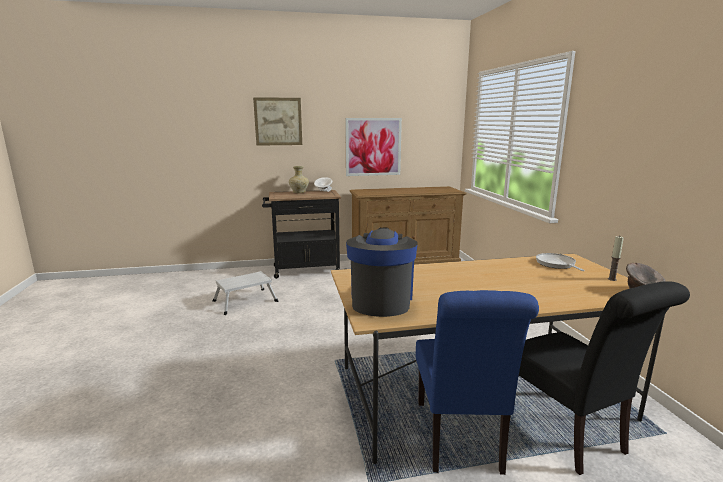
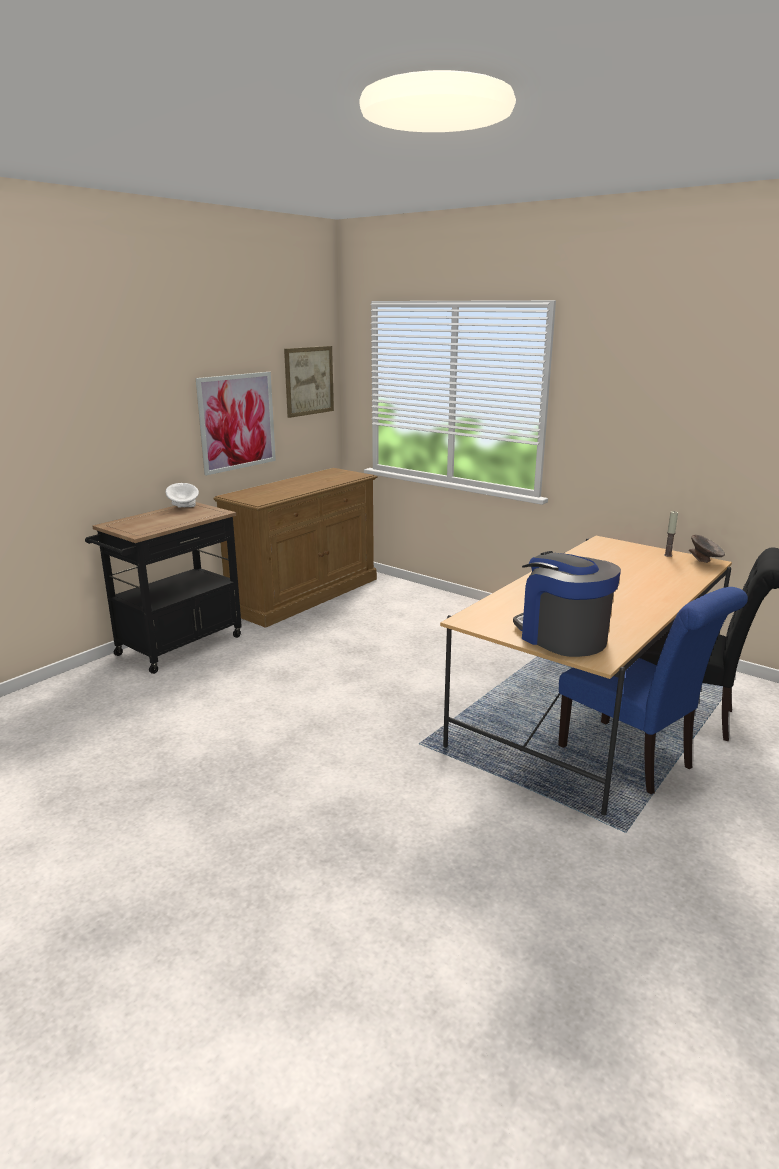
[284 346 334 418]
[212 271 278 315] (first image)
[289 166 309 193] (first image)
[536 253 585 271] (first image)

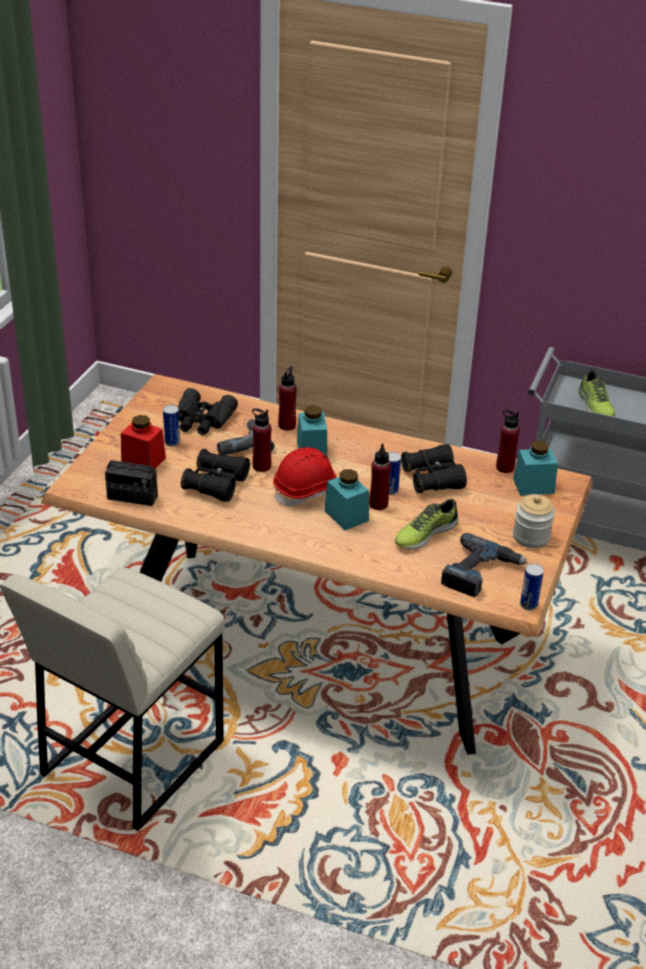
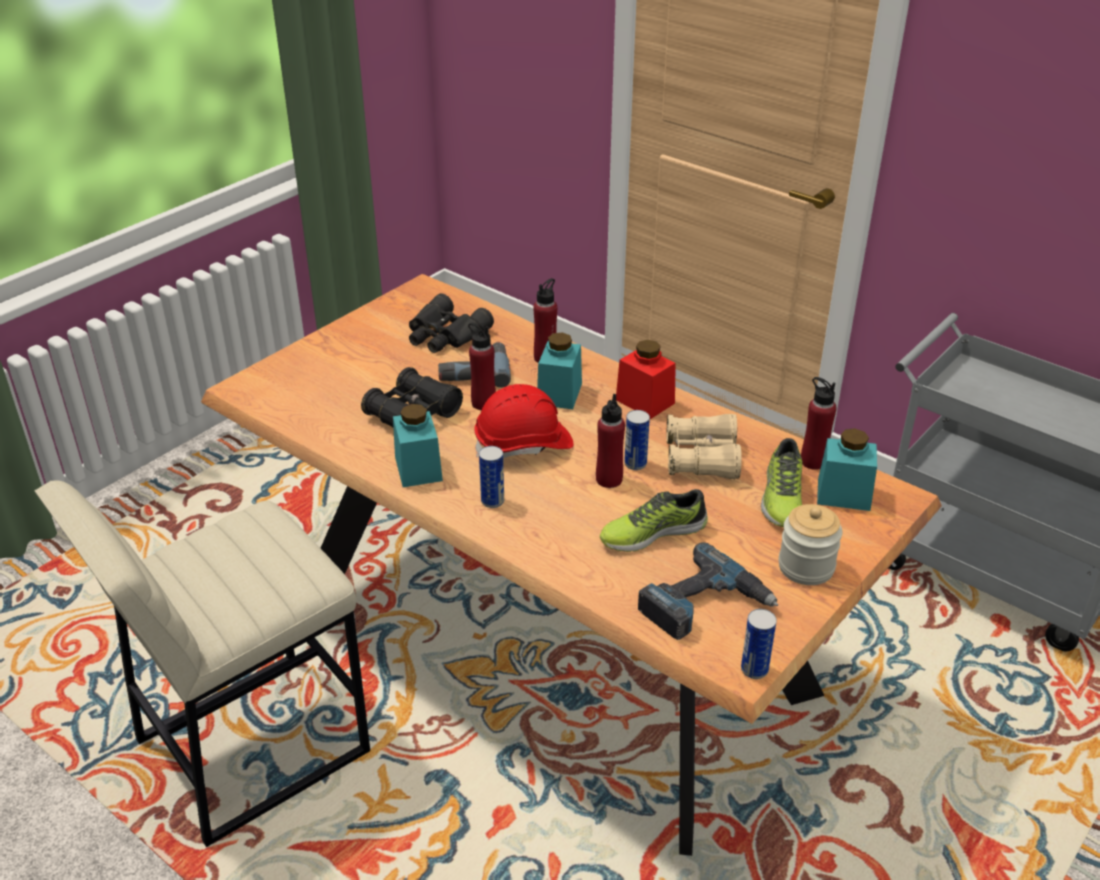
[393 404 443 487]
[479 446 504 508]
[616 340 676 419]
[667 414 742 479]
[761 438 803 527]
[105 446 158 506] (first image)

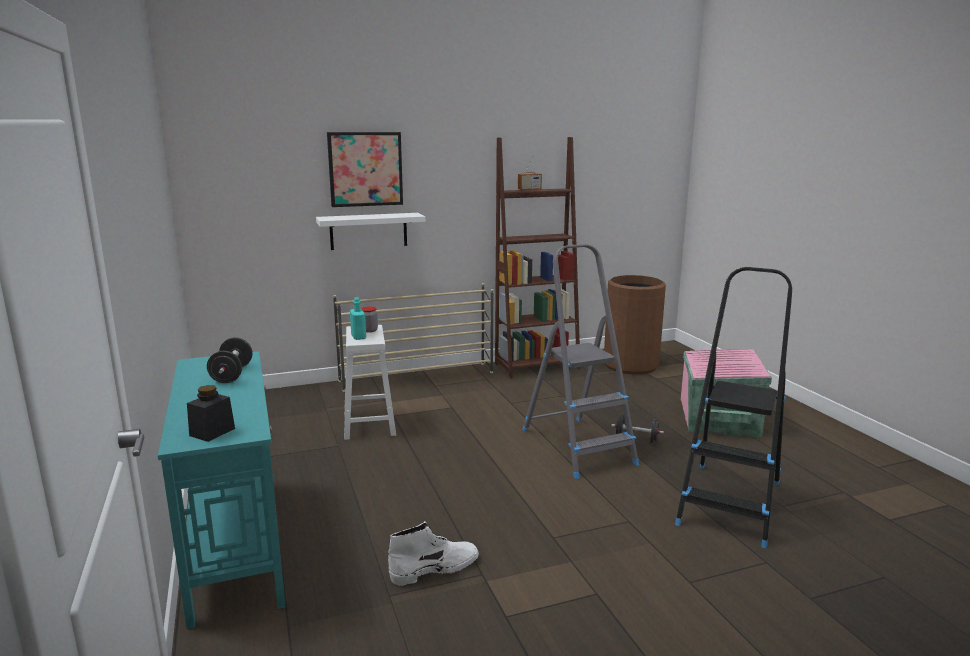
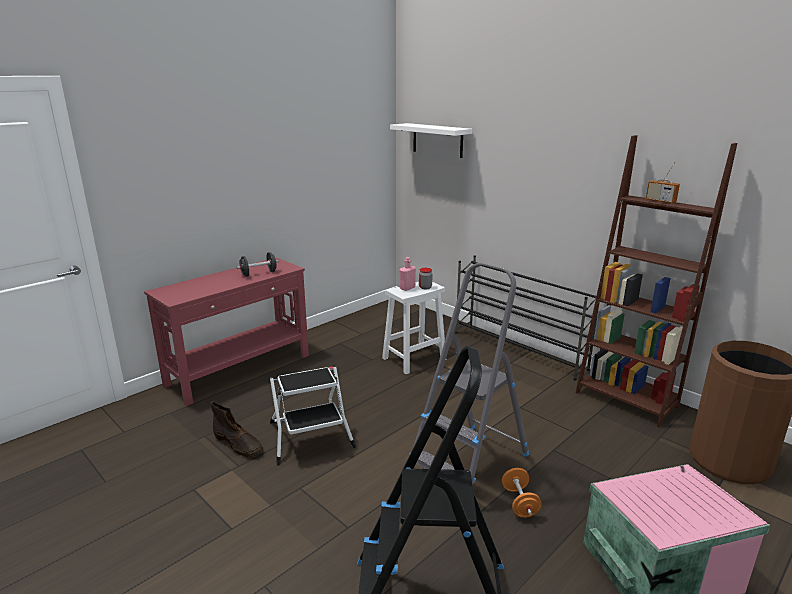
[144 258 309 406]
[211 402 264 457]
[270 365 356 466]
[390 123 472 158]
[399 257 416 291]
[455 256 599 381]
[502 468 541 518]
[187 385 235 442] (first image)
[327 132 403 207] (first image)

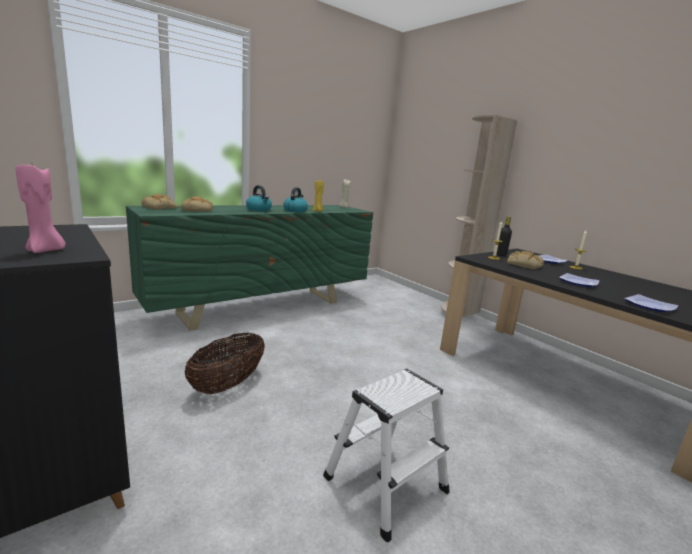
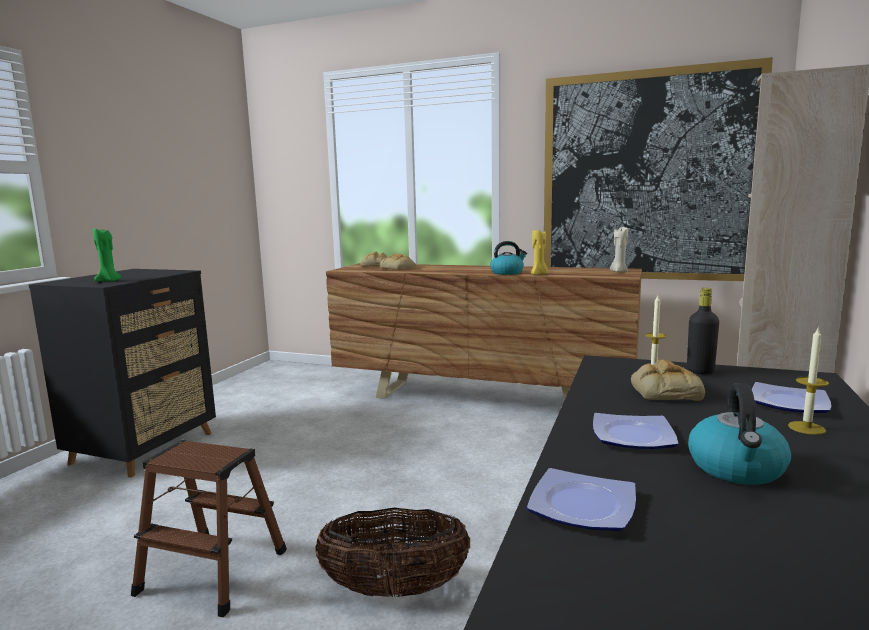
[93 229 122 281]
[131 440 287 617]
[315 508 470 597]
[326 263 642 399]
[544 57 773 281]
[688 383 791 485]

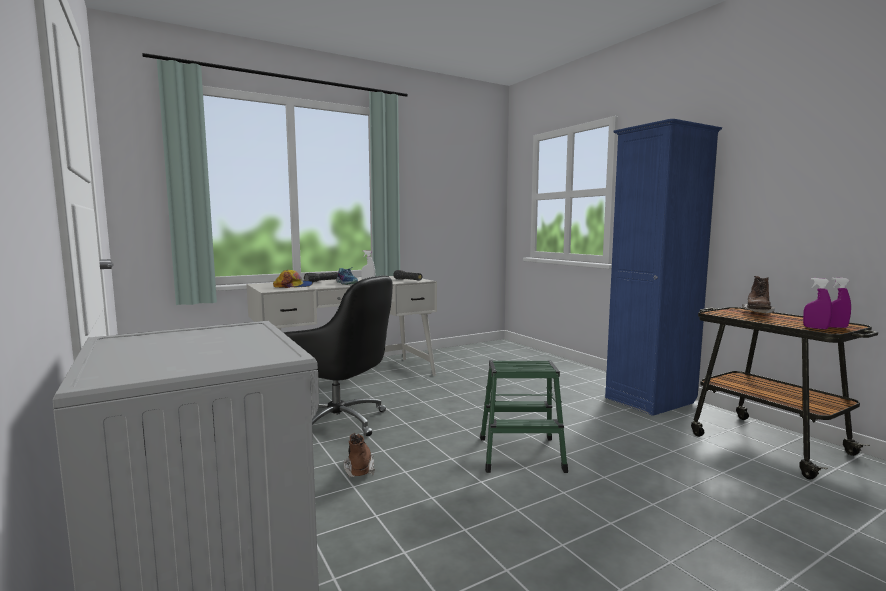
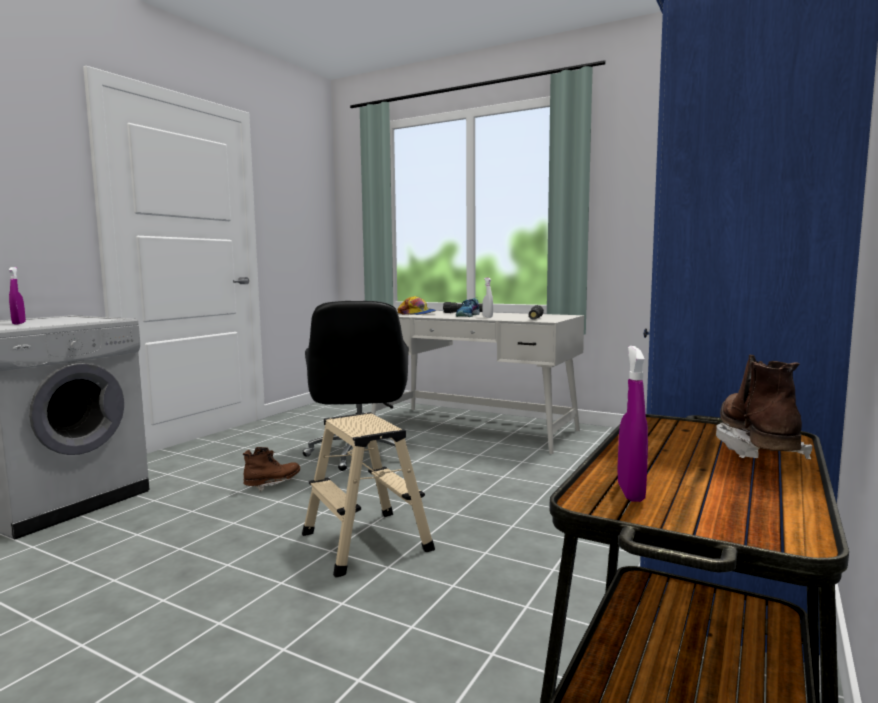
[9 267 26 324]
[302 412 435 577]
[716 355 812 459]

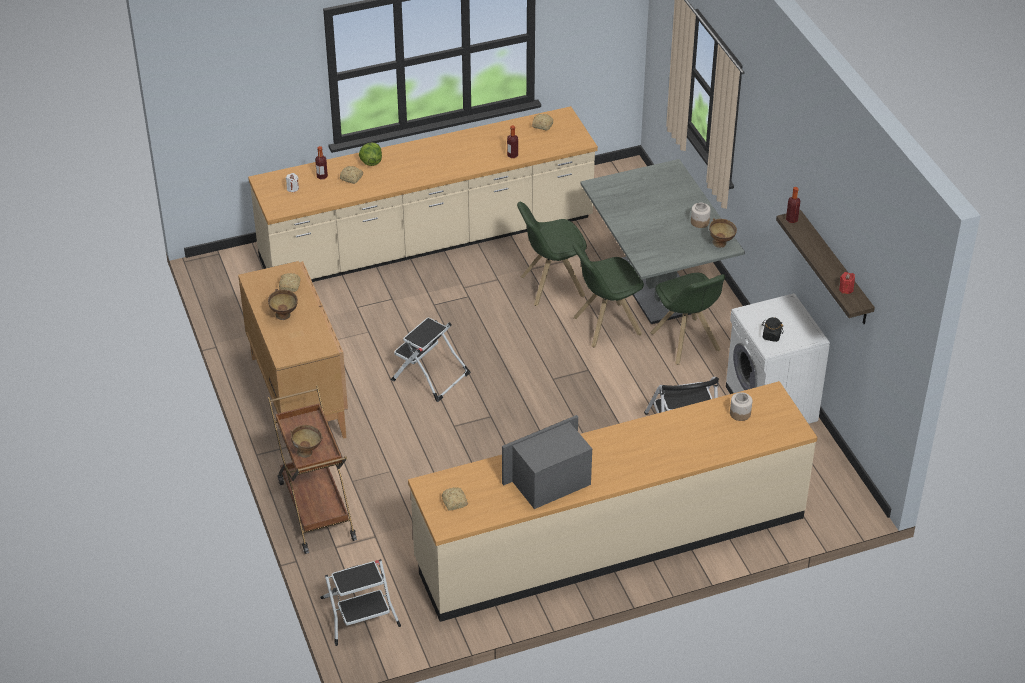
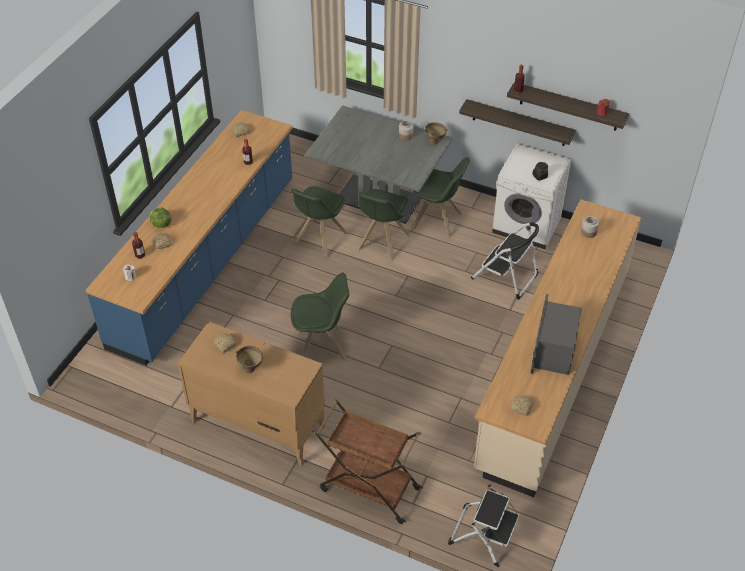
[86 110 292 366]
[291 273 349 360]
[459 99 576 146]
[290 425 323 458] (first image)

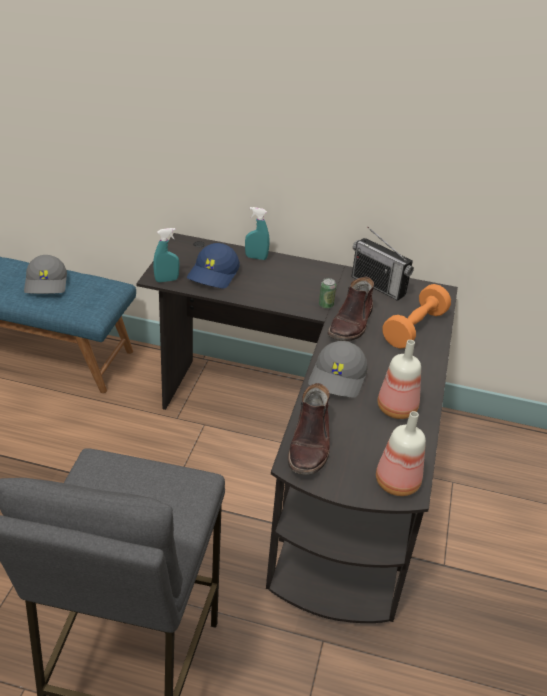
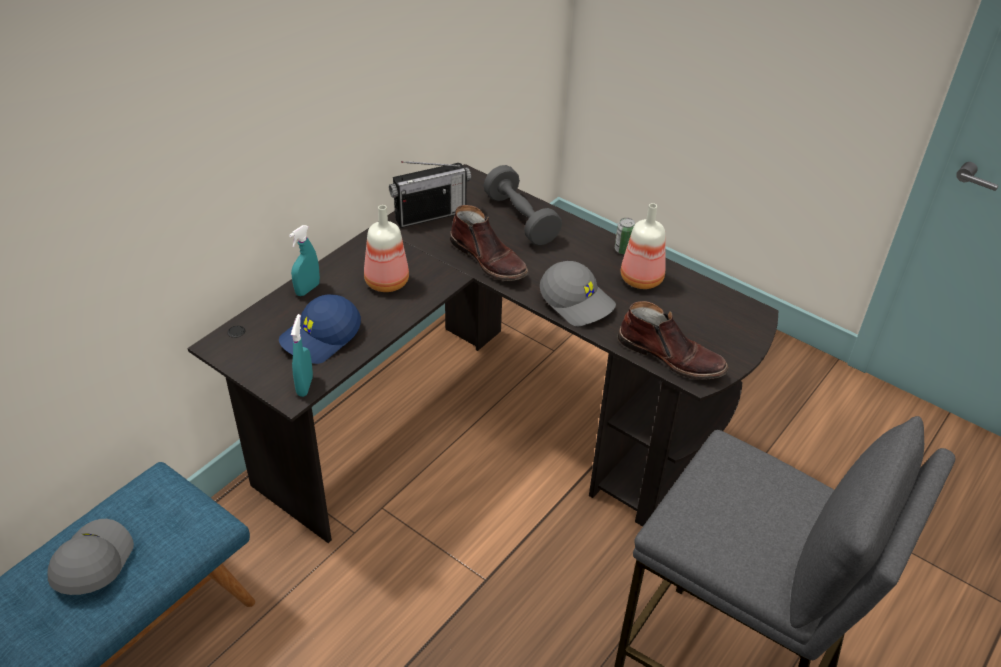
[48 519 134 595]
[279 295 361 364]
[364 205 409 292]
[483 165 562 246]
[615 218 635 254]

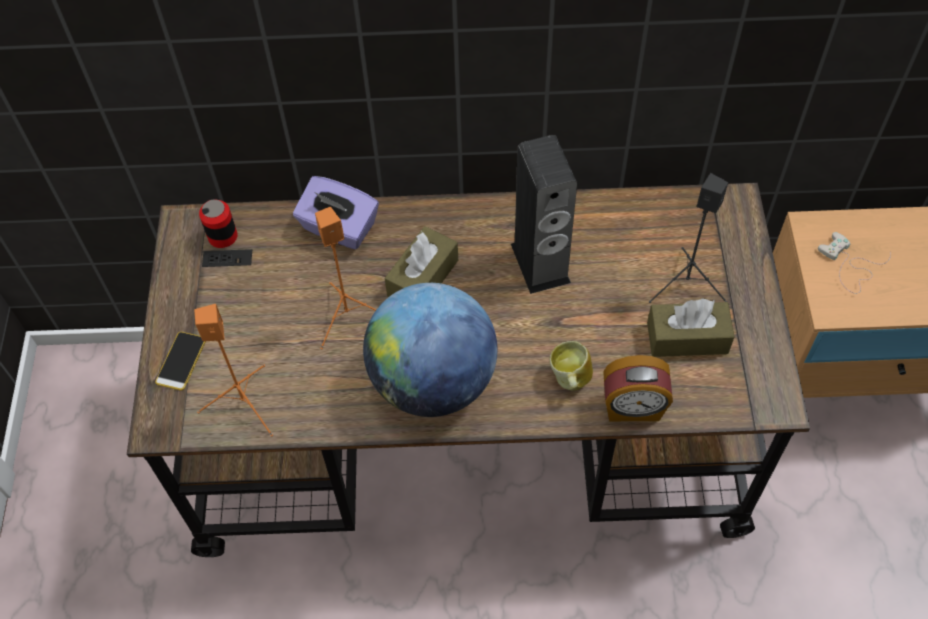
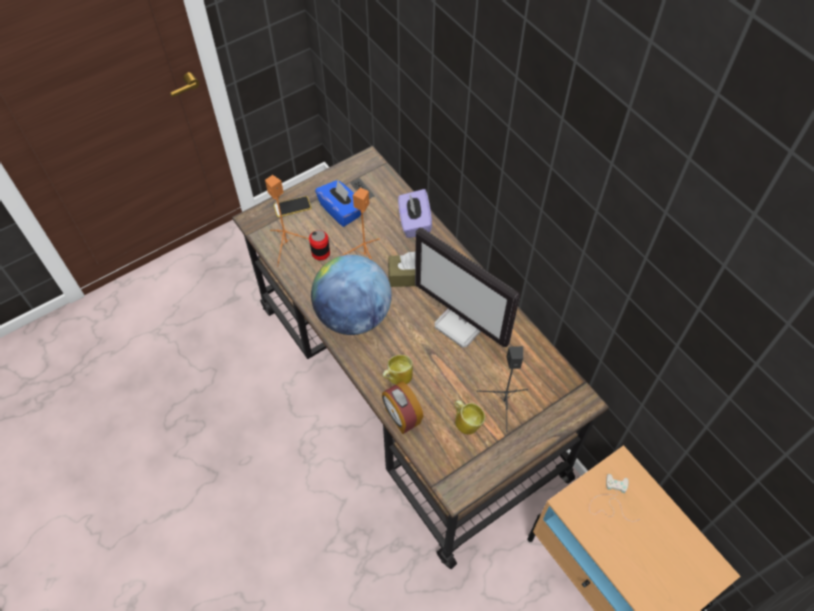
[309 230 330 260]
[315 180 361 227]
[415 228 520 347]
[454 400 486 435]

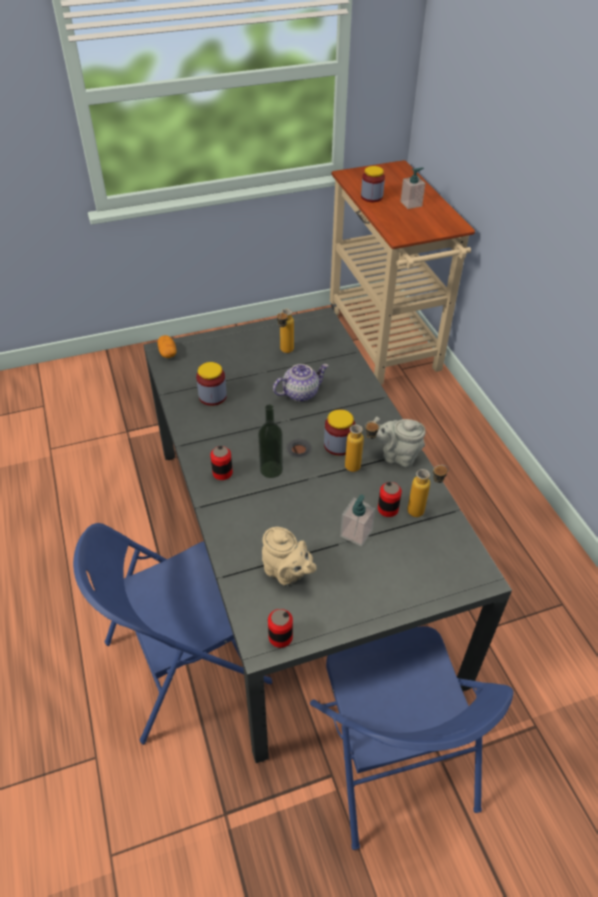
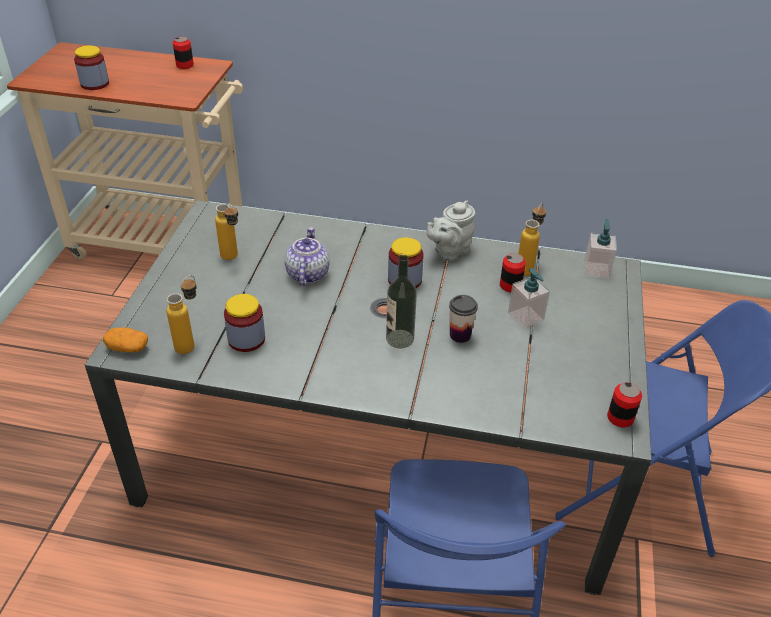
[166 275 197 354]
[173 37 194 69]
[449 295 478 343]
[584 219 617 279]
[262 527 316 586] (first image)

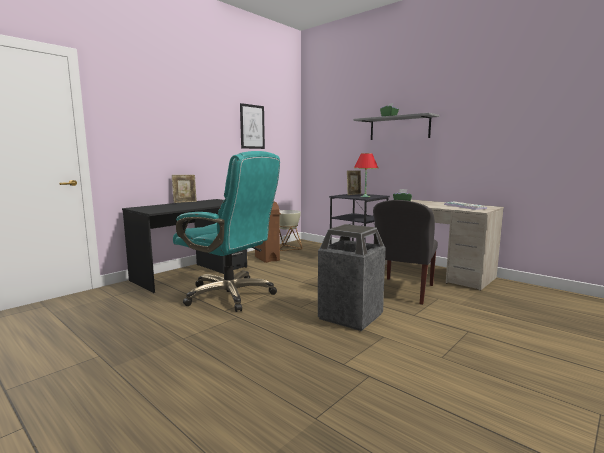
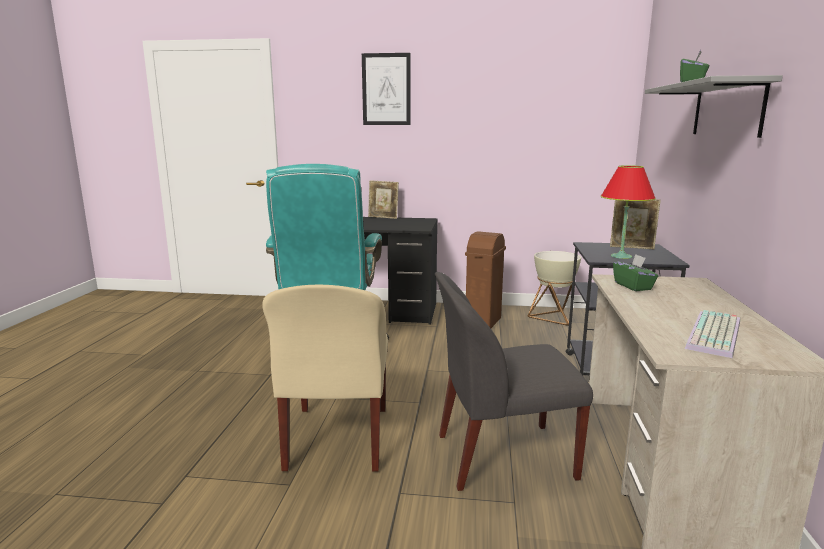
[262 285 388 472]
[362 53 411 125]

